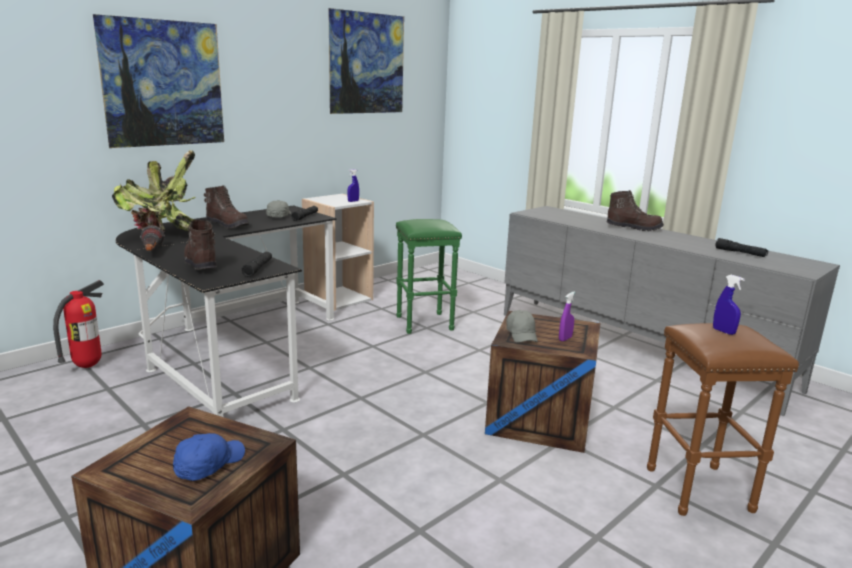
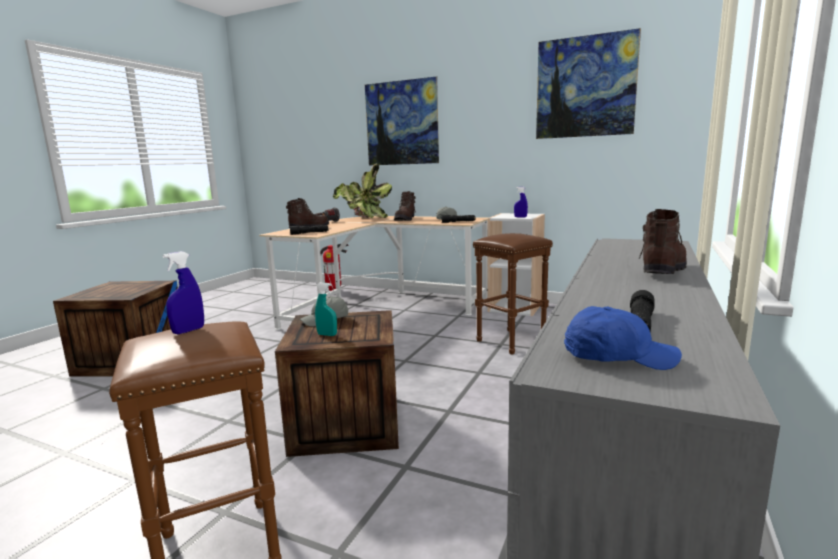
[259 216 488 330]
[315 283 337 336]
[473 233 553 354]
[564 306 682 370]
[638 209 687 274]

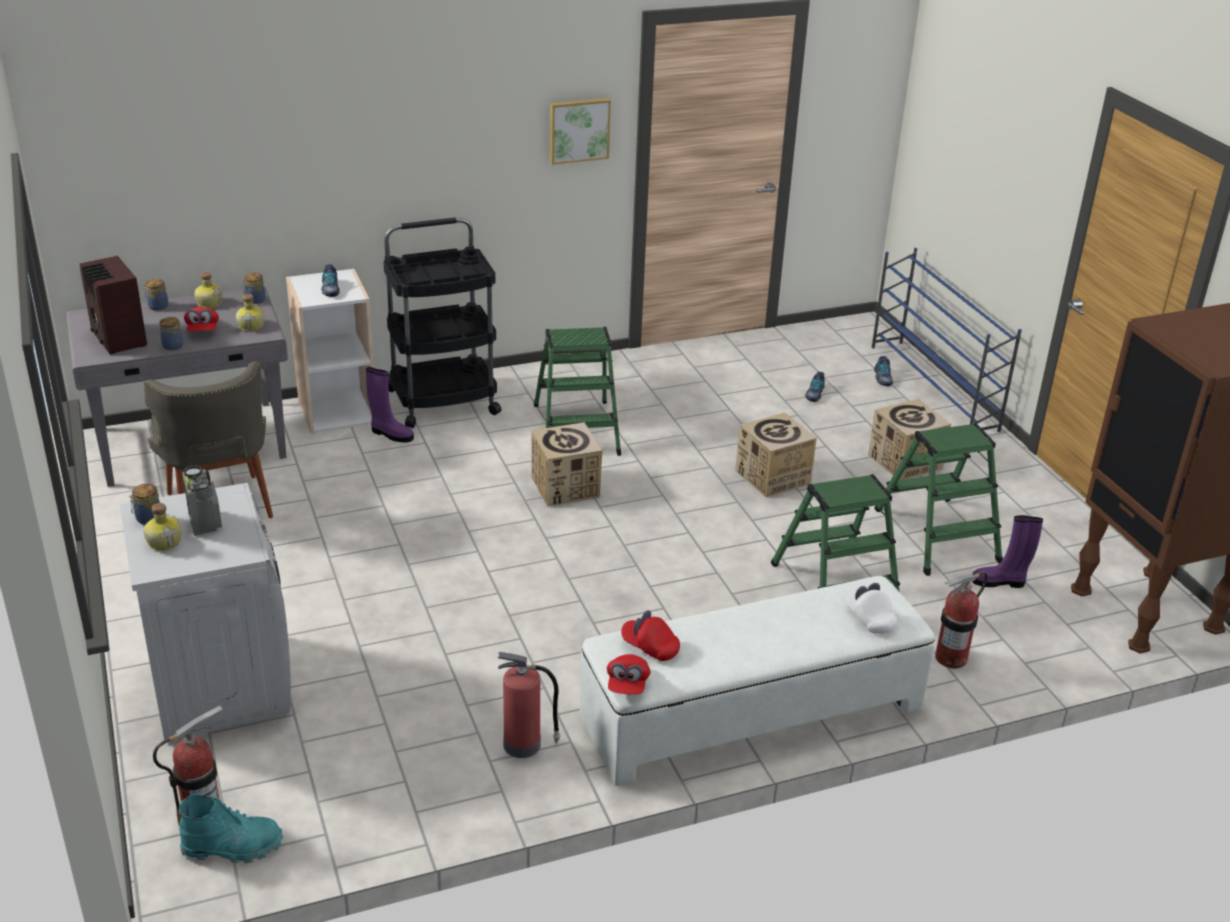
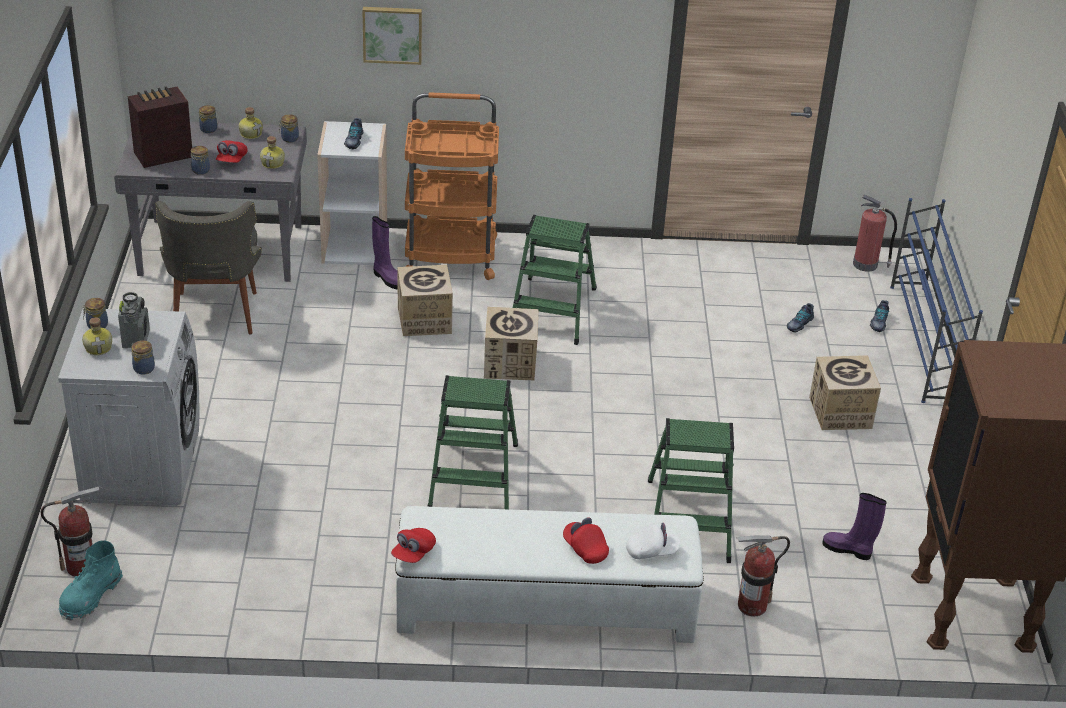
[59 540 123 621]
[128 86 192 168]
[131 340 155 375]
[362 7 422 65]
[397 265 453 336]
[405 92 499 280]
[427 375 518 509]
[563 517 609 564]
[626 523 680 559]
[853 195 897 272]

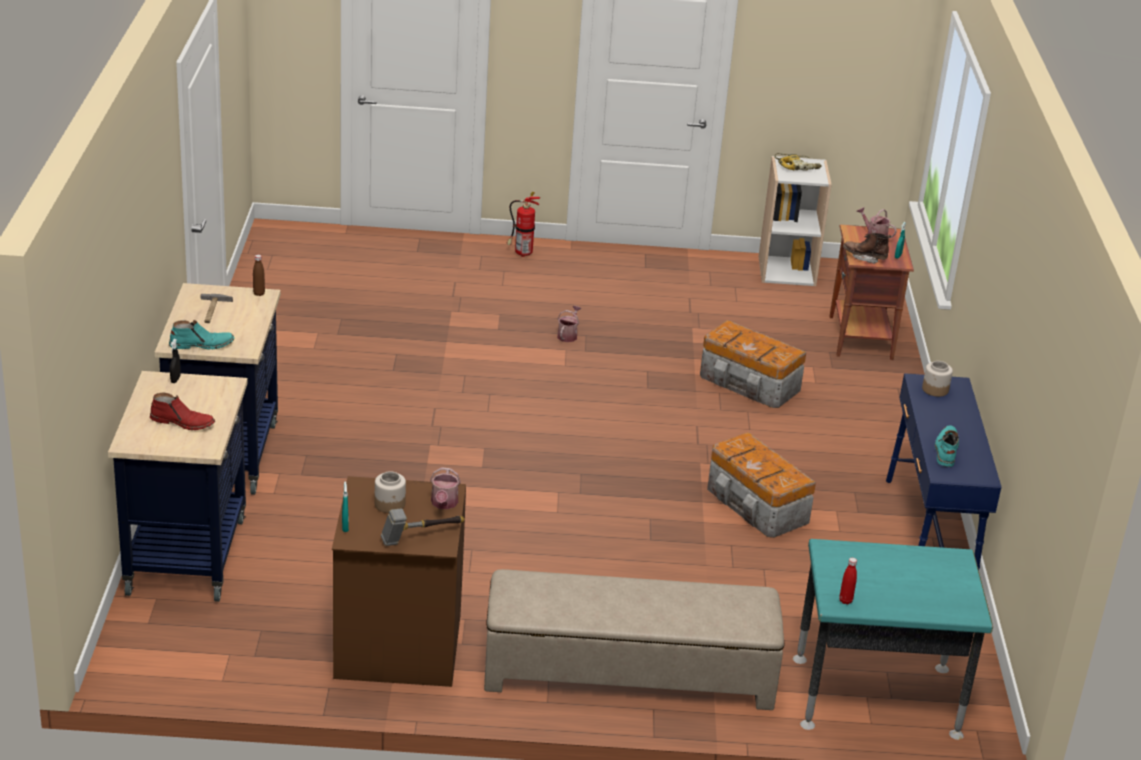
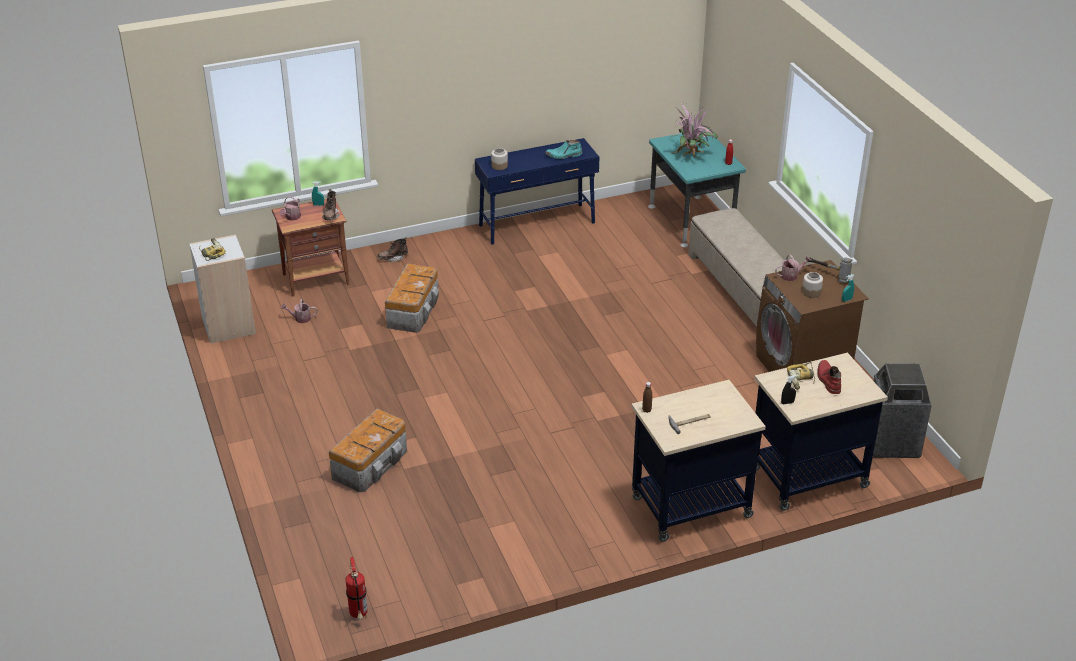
[281 299 317 323]
[329 409 407 492]
[346 557 368 620]
[377 237 408 262]
[669 102 717 159]
[787 362 815 390]
[873 363 932 458]
[169 320 234 350] (first image)

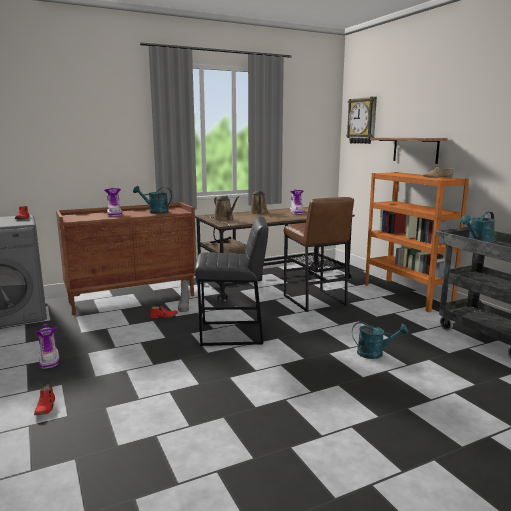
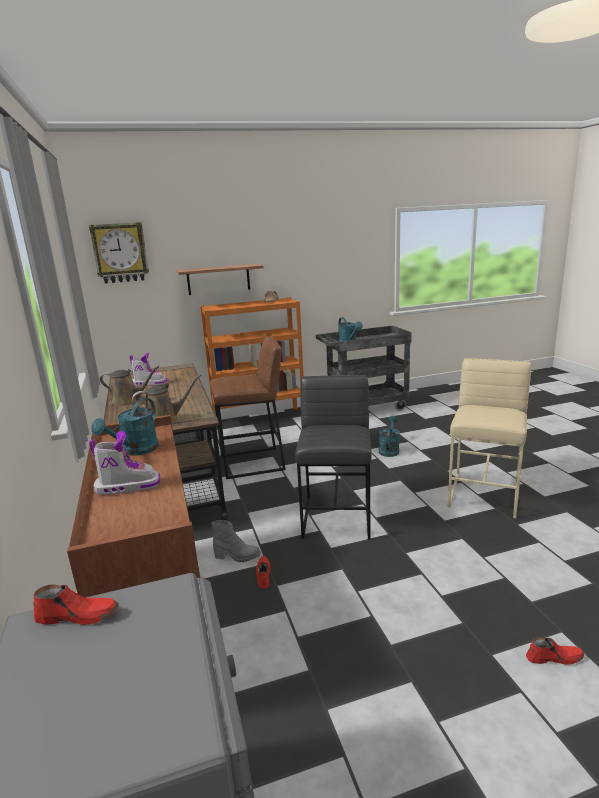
[448 358 531 518]
[34 324 60 369] (first image)

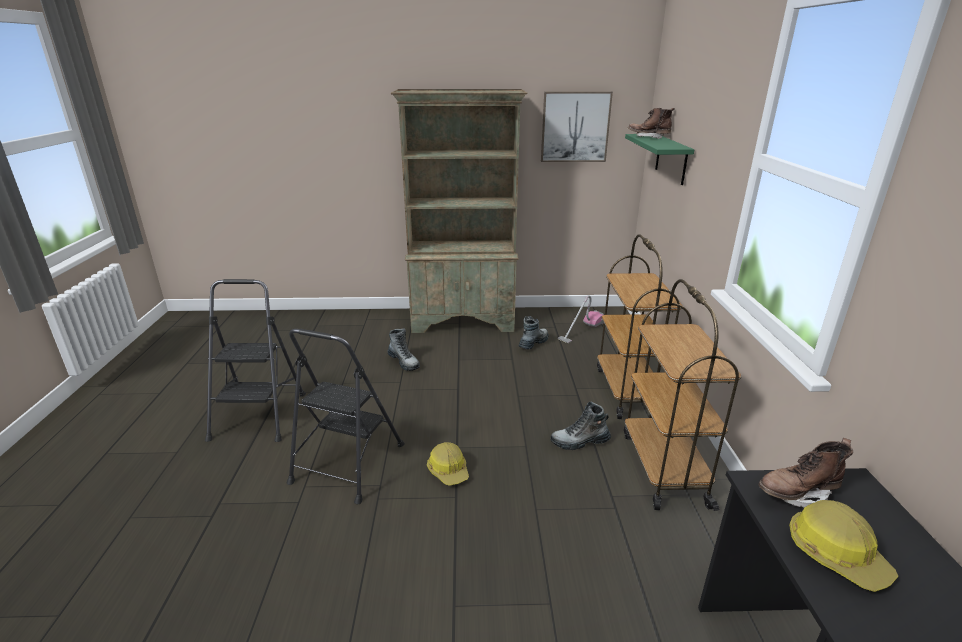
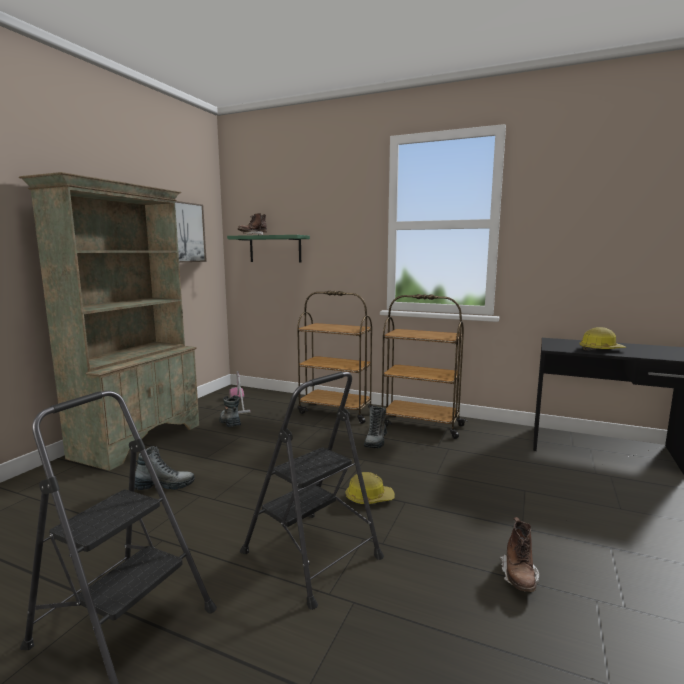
[500 517 539 592]

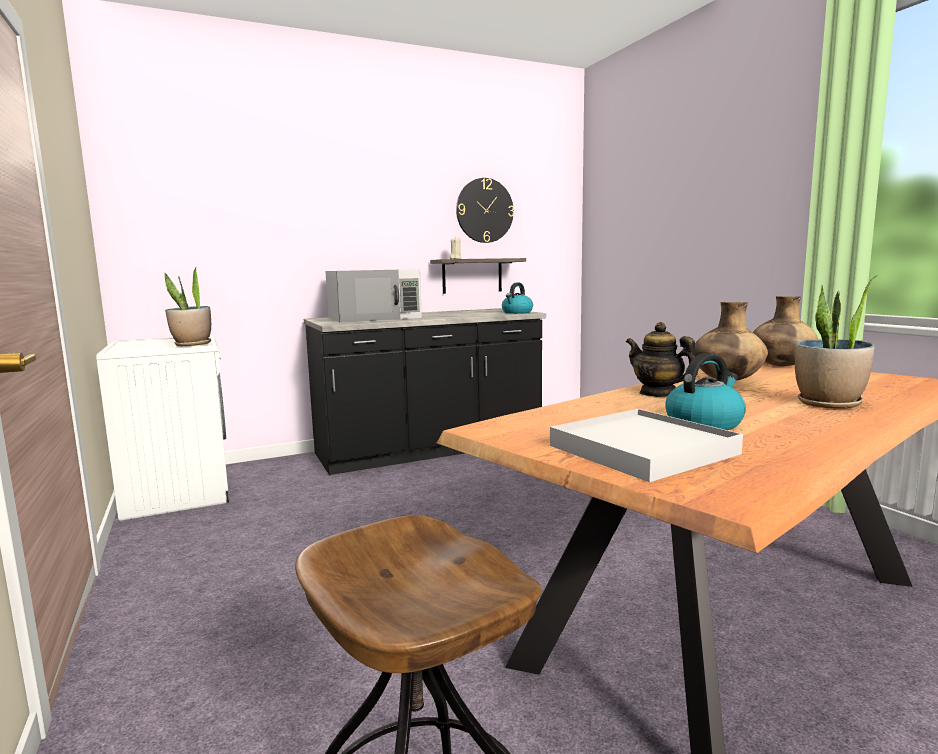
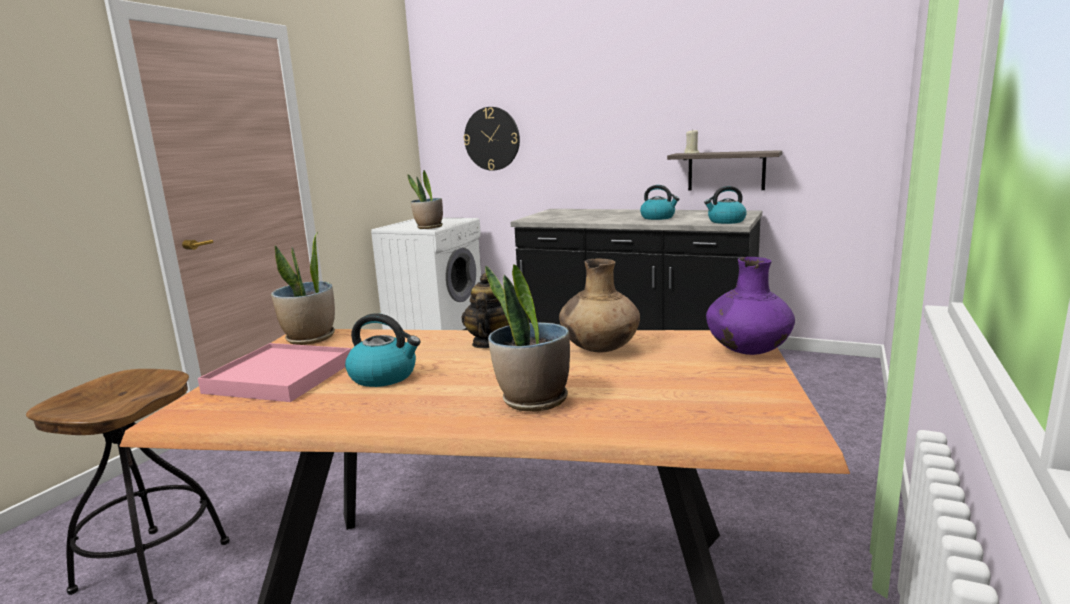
[198 343 351 402]
[271 232 335 345]
[463 107 520 171]
[640 185 680 220]
[706 257 795 355]
[325 269 422 323] (first image)

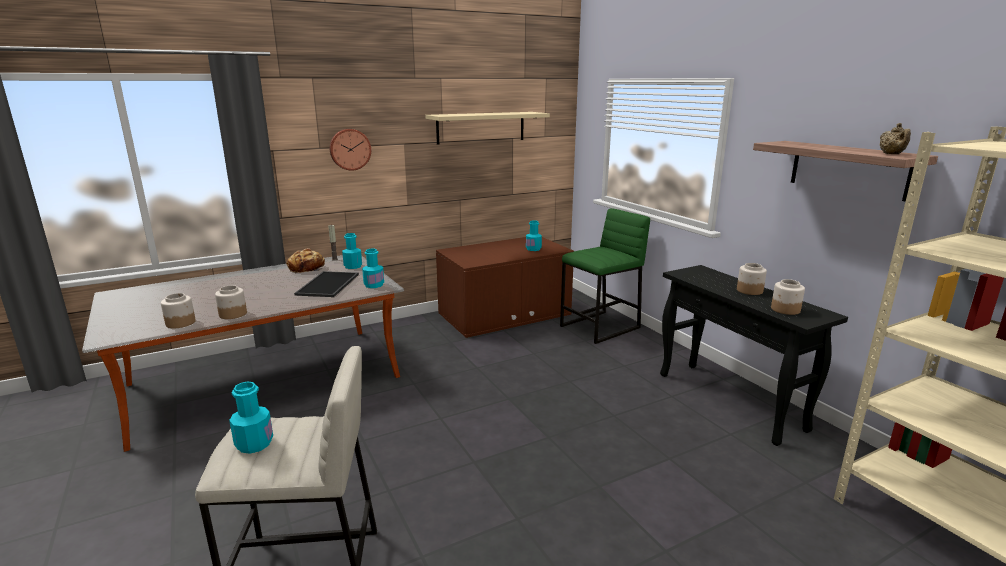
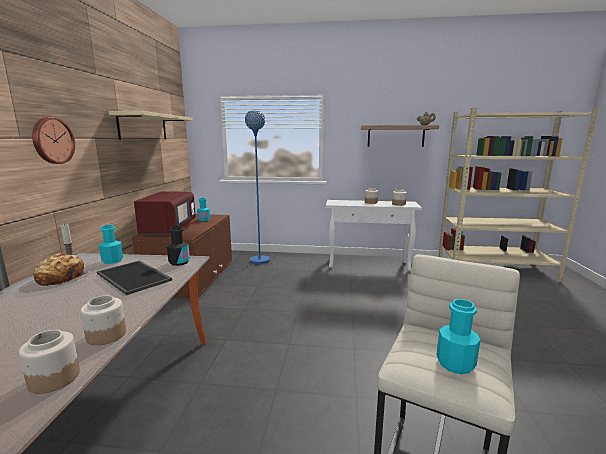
[134 192 196 236]
[167 226 190 266]
[245 111 270 264]
[326 200 422 271]

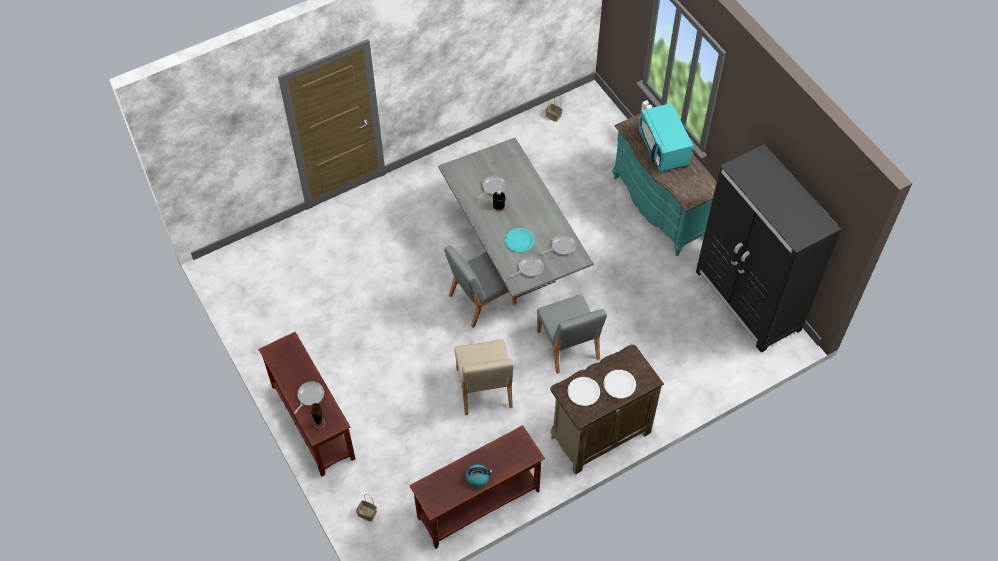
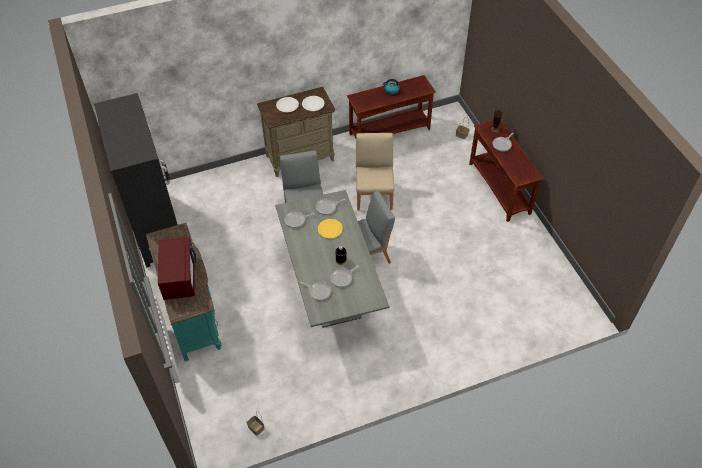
[158 237 196 300]
[300 281 331 301]
[318 219 343 239]

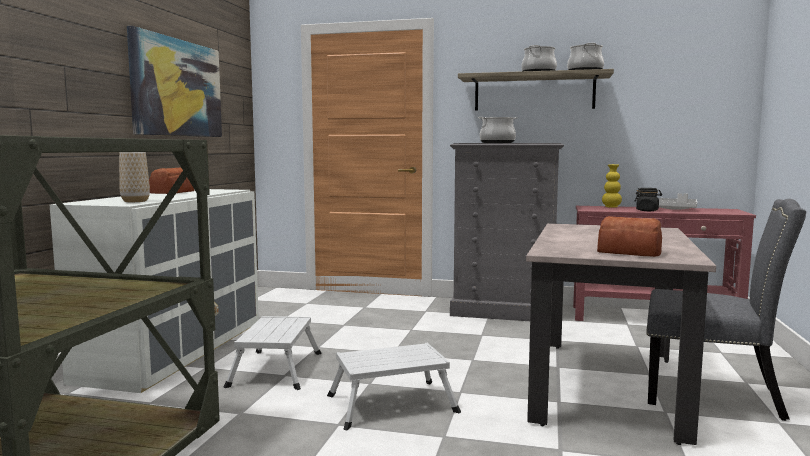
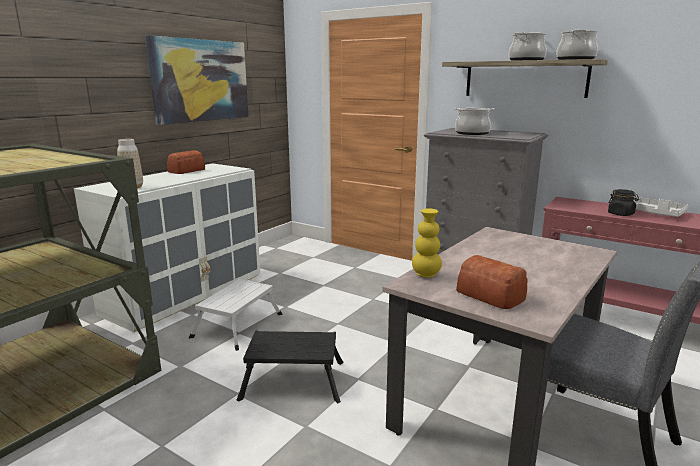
[237 331 344 403]
[412 208 442 278]

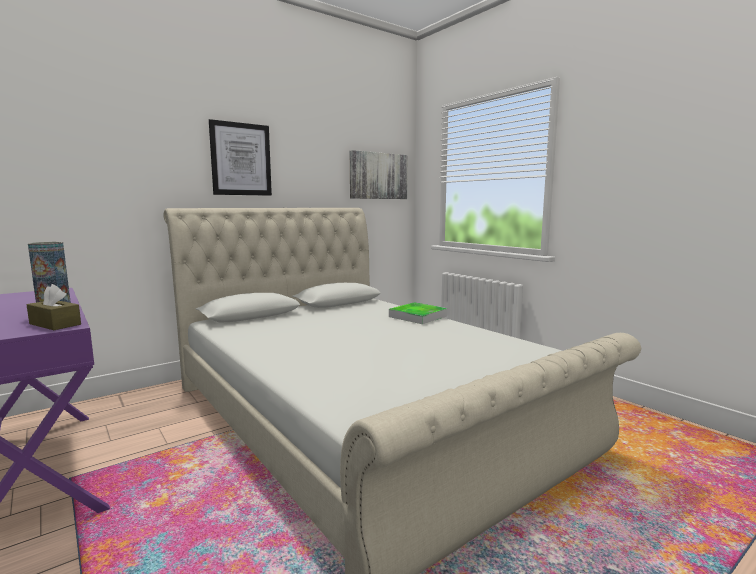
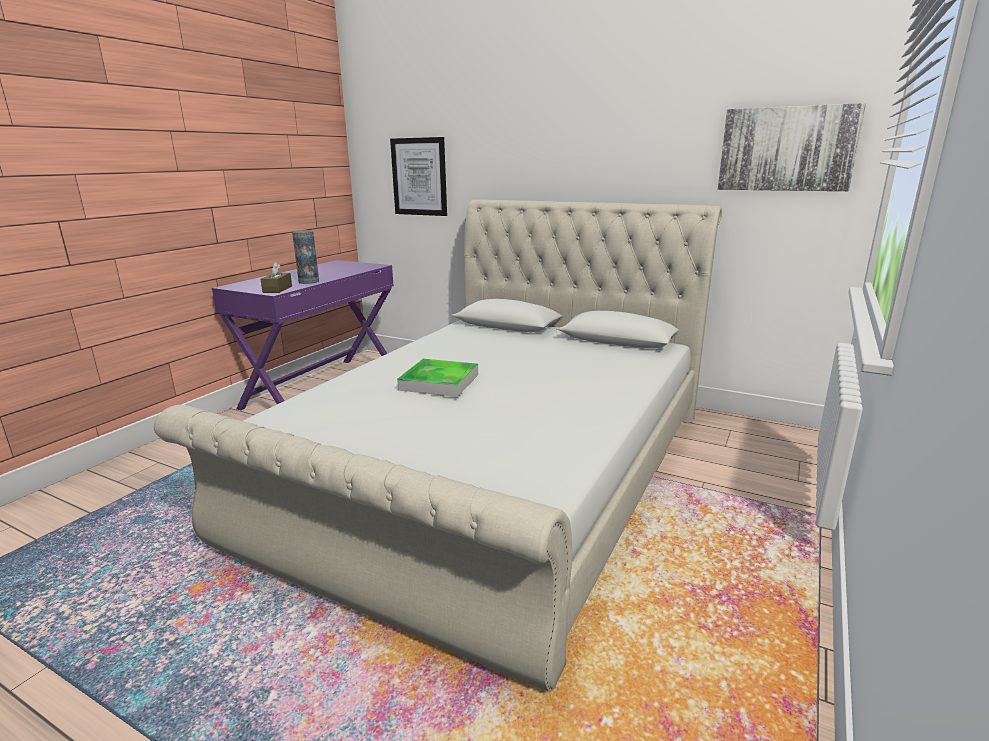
[390 137 447 216]
[397 359 478 397]

